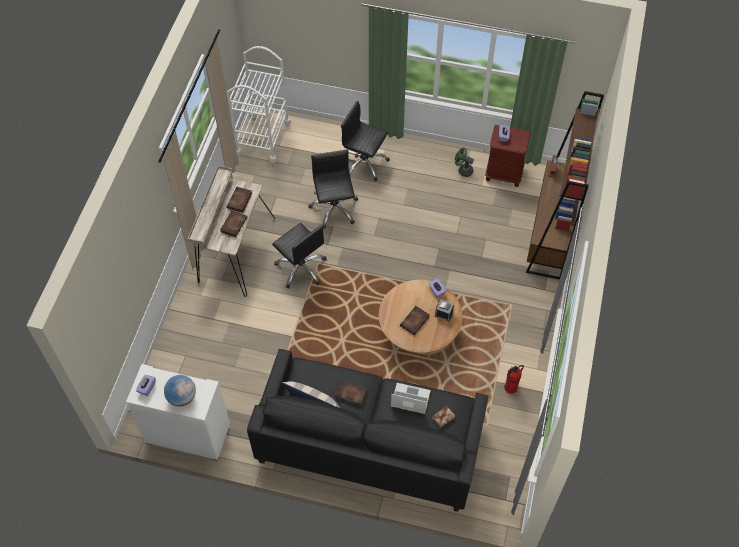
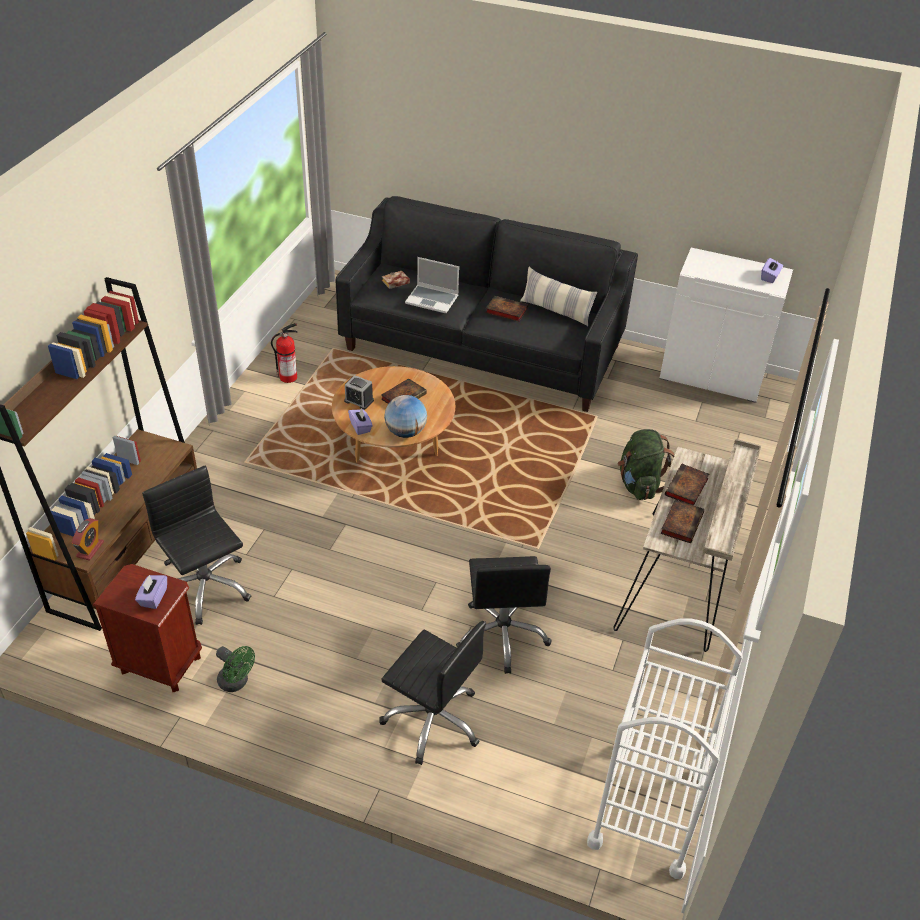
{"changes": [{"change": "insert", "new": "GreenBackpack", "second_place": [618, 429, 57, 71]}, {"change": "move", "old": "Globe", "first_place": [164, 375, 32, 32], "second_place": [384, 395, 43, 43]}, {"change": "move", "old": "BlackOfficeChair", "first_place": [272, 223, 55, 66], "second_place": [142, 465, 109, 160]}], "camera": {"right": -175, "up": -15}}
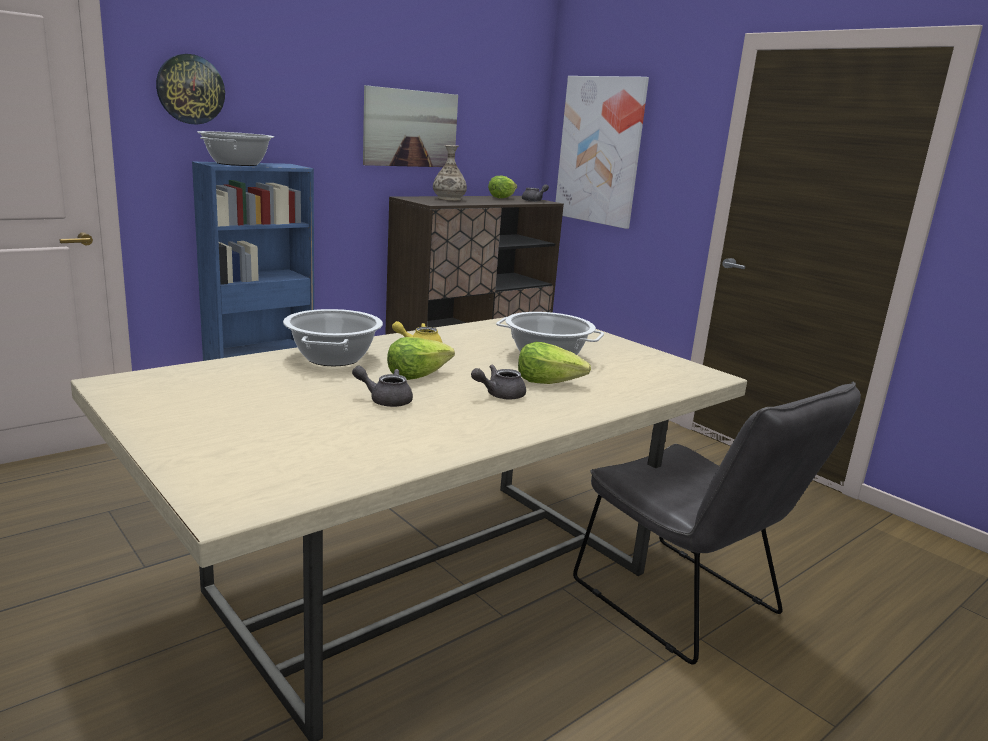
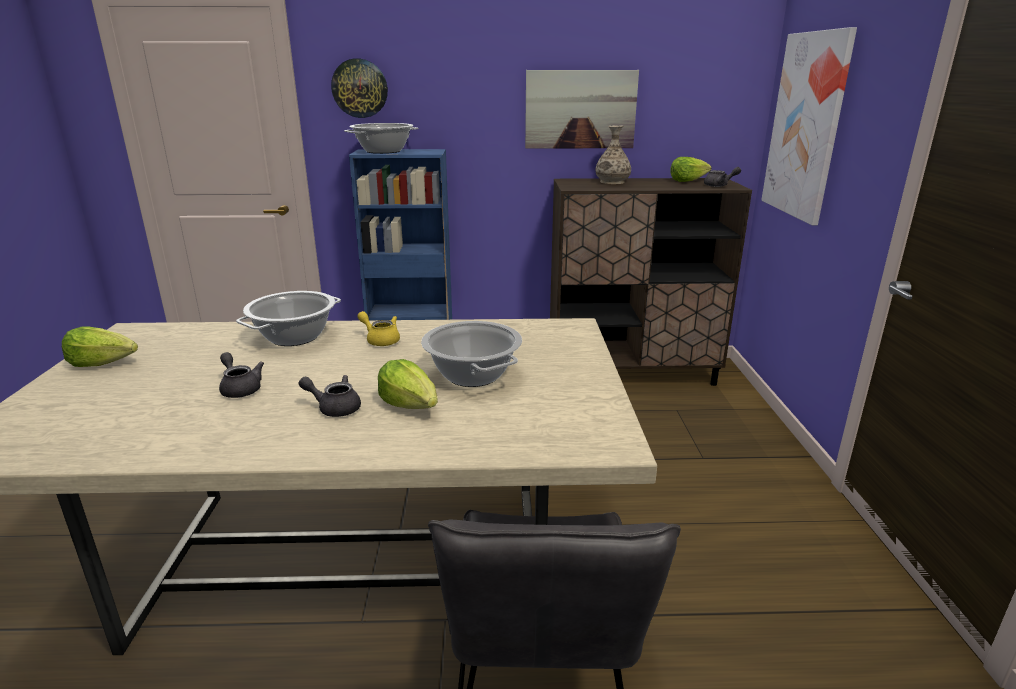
{"changes": [{"change": "move", "old": "Lettuce", "first_place": [387, 337, 68, 43], "second_place": [62, 327, 76, 40]}], "camera": {"right": 40, "up": 5}}
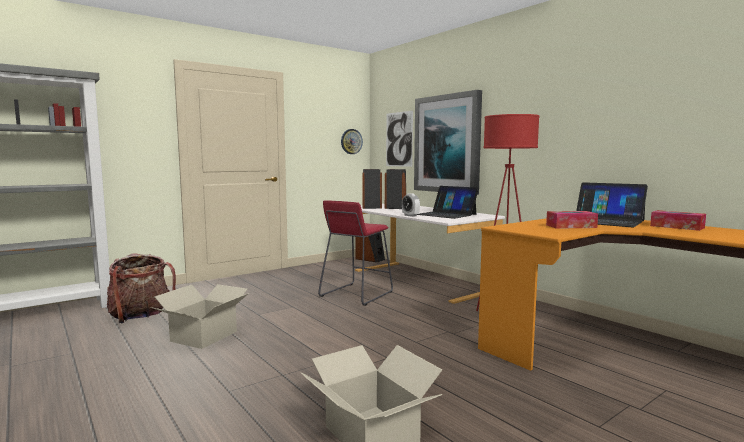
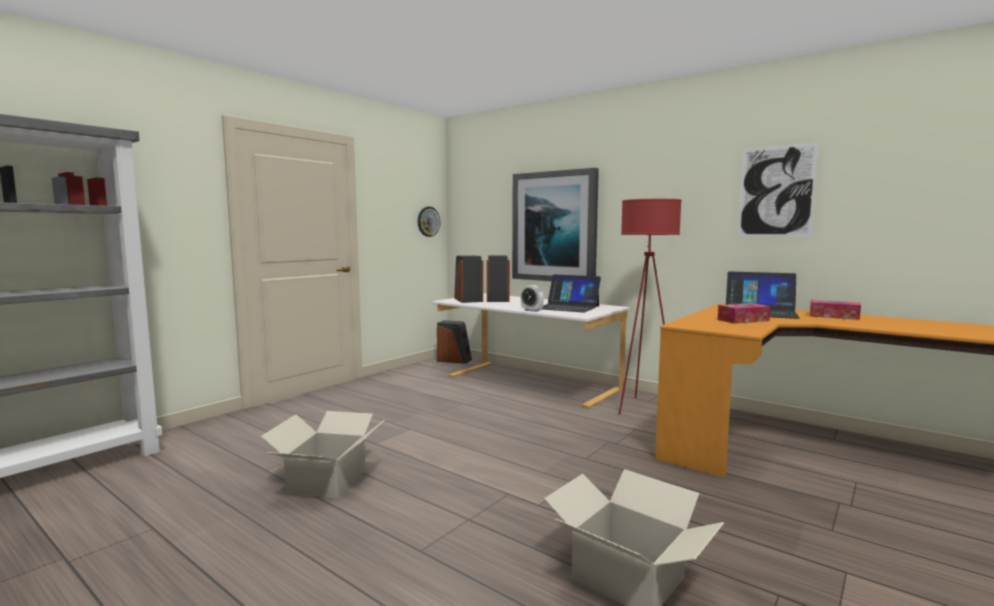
{"changes": [{"change": "delete", "old": "Backpack", "first_place": [107, 254, 69, 70]}, {"change": "delete", "old": "RedStool", "first_place": [318, 200, 75, 106]}, {"change": "move", "old": "Picture", "first_place": [386, 111, 27, 56], "second_place": [738, 143, 80, 93]}], "camera": {"right": -15, "up": 0}}
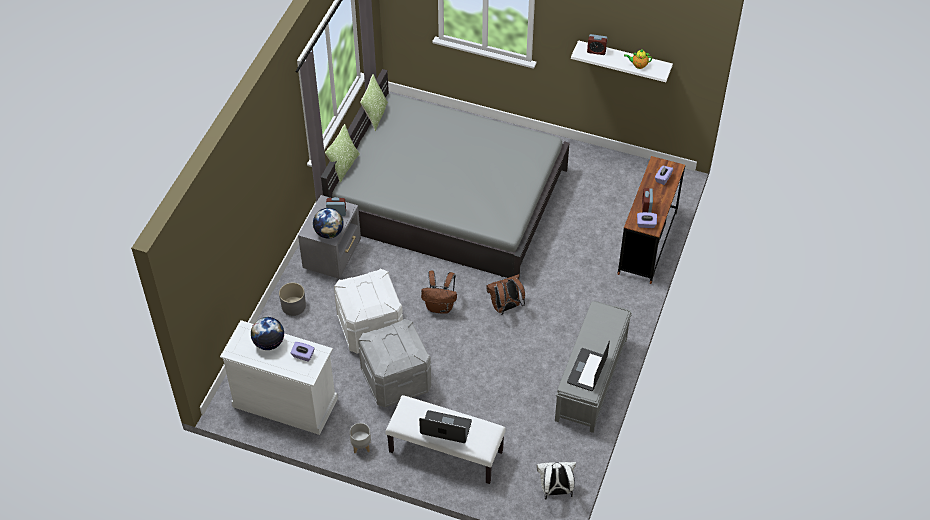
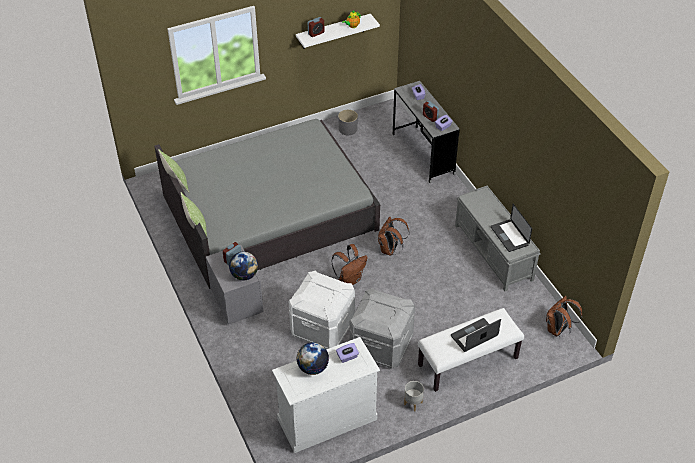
{"changes": [{"change": "move", "old": "GreyPlanter", "first_place": [279, 283, 27, 33], "second_place": [338, 110, 20, 25]}, {"change": "recolor", "old": "WhiteBackpack", "new": "BrownBackpack", "first_place": [537, 462, 39, 38], "second_place": [546, 296, 36, 41]}, {"change": "recolor", "old": "BrownDesk", "new": "GreyDesk", "first_place": [617, 156, 68, 128], "second_place": [393, 81, 67, 102]}], "camera": {"right": -45, "up": -5}}
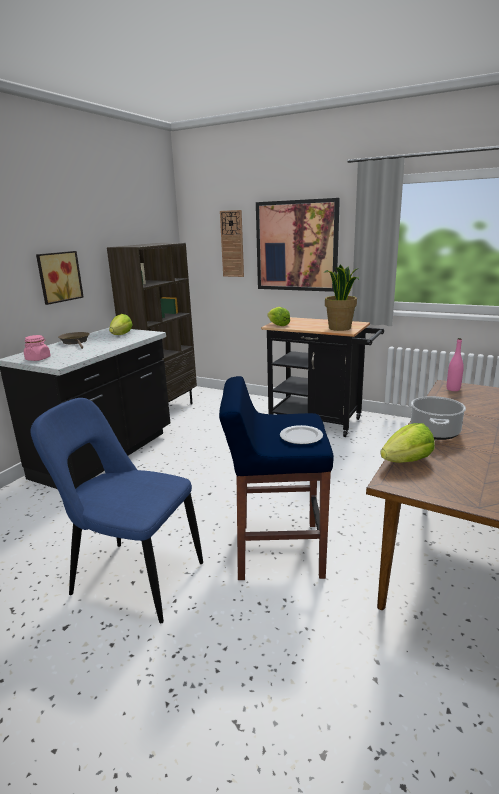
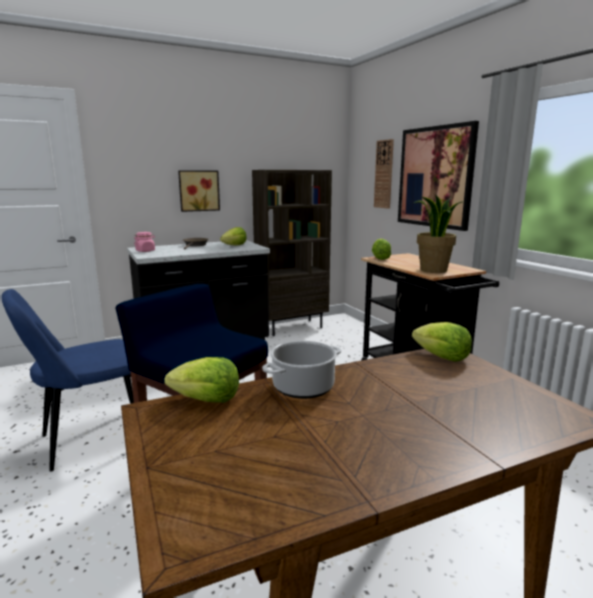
{"changes": [{"change": "delete", "old": "Plate", "first_place": [280, 425, 43, 19]}, {"change": "replace", "old": "PinkBottle", "new": "Lettuce", "first_place": [447, 338, 17, 53], "second_place": [412, 322, 60, 40]}, {"change": "rotate", "old": "BlueChair", "first_place": [30, 398, 173, 226], "second_place": [2, 289, 132, 183], "degrees": -90}], "camera": {"right": 35, "up": -5}}
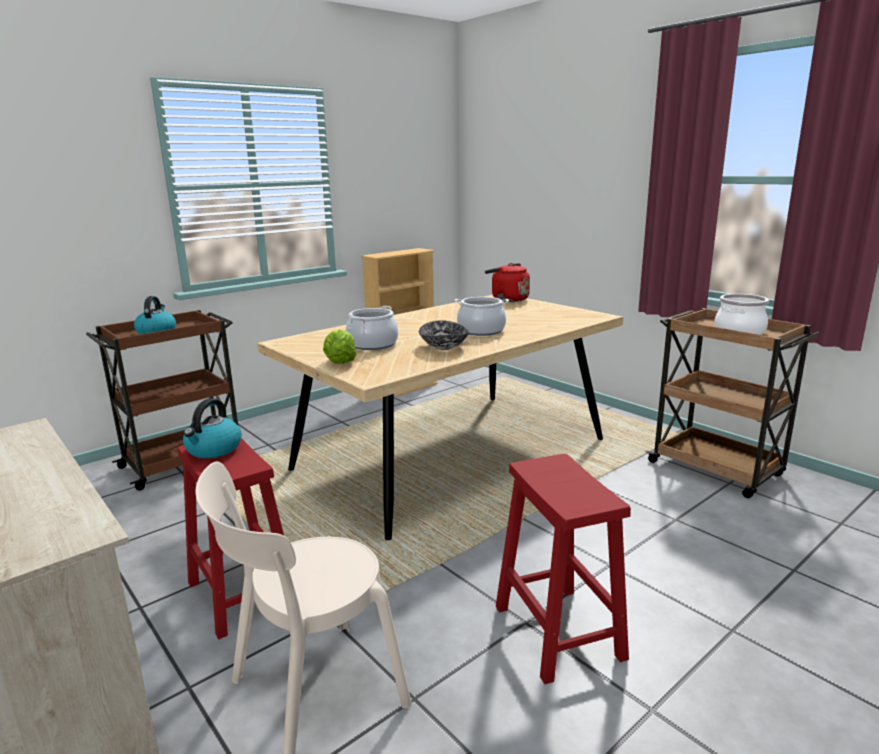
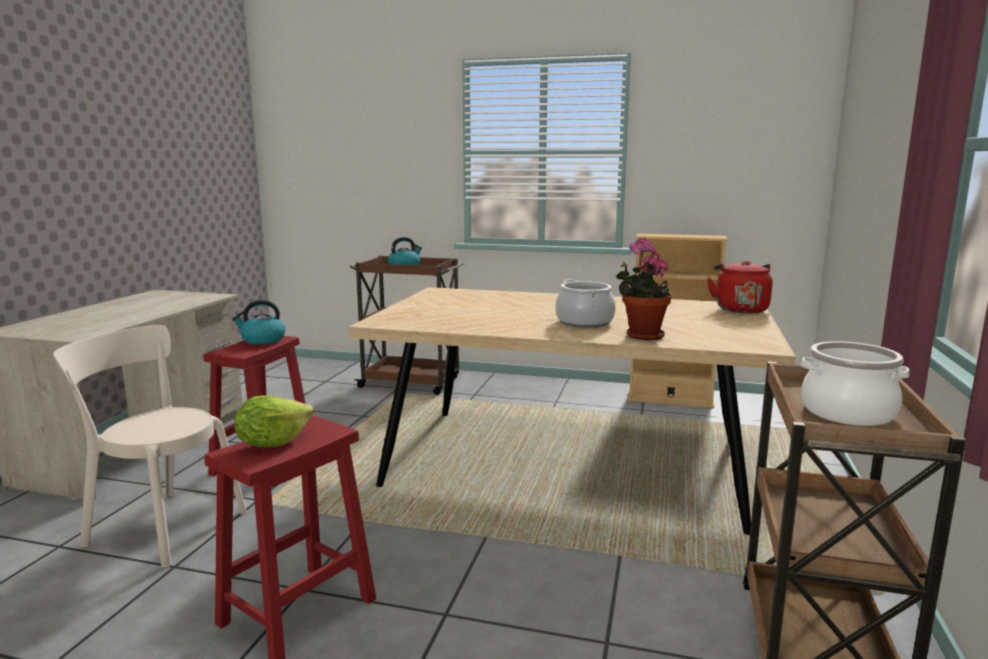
{"changes": [{"change": "delete", "old": "CookingPot", "first_place": [346, 306, 53, 44]}, {"change": "delete", "old": "Bowl", "first_place": [419, 320, 50, 30]}, {"change": "insert", "new": "PottedPlant", "second_place": [616, 238, 55, 102]}, {"change": "move", "old": "Lettuce", "first_place": [323, 329, 34, 35], "second_place": [234, 395, 80, 52]}], "camera": {"right": 55, "up": -5}}
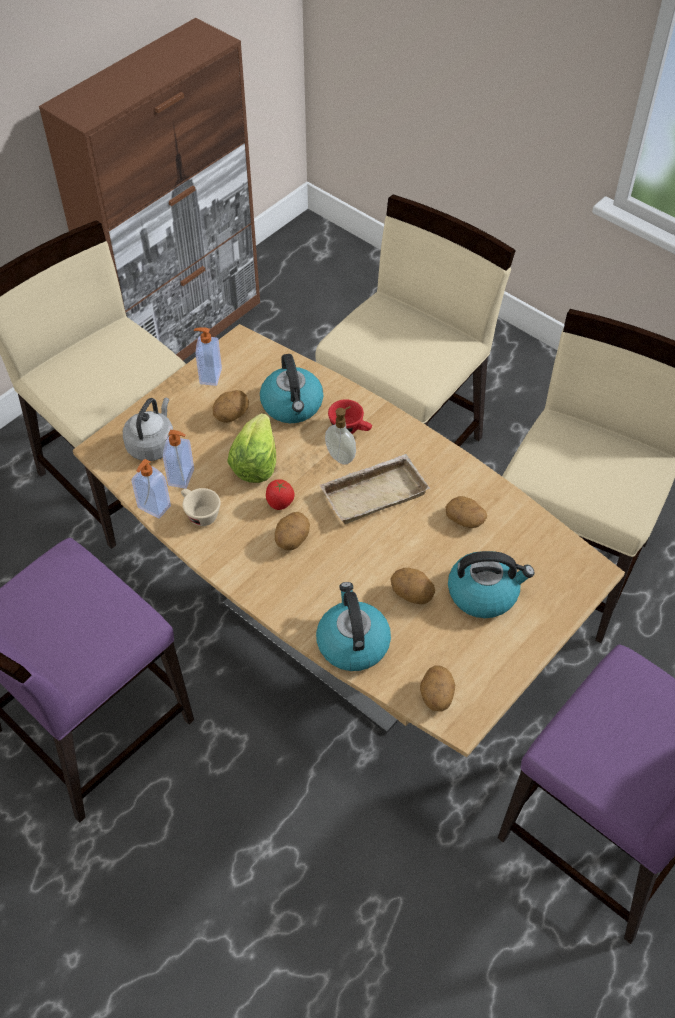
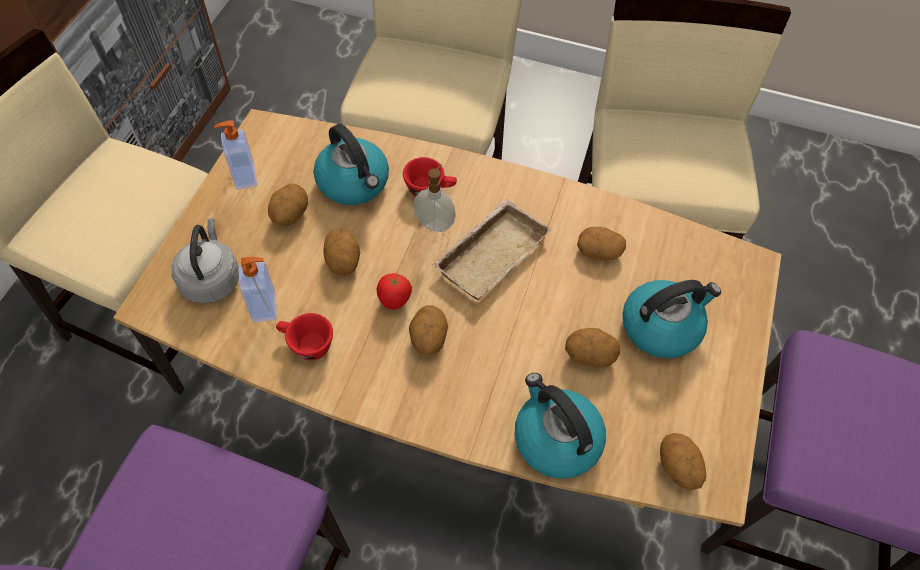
{"changes": [{"change": "delete", "old": "SoapDispenser", "first_place": [132, 459, 39, 60]}, {"change": "replace", "old": "Lettuce", "new": "Potato", "first_place": [227, 413, 49, 70], "second_place": [324, 229, 36, 47]}, {"change": "recolor", "old": "BeigeCup", "new": "RedCup", "first_place": [181, 488, 40, 38], "second_place": [276, 313, 57, 47]}], "camera": {"right": -25, "up": 5}}
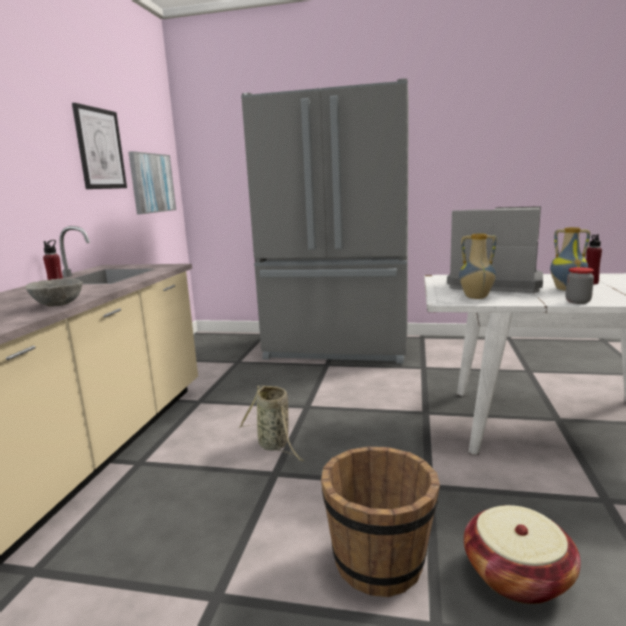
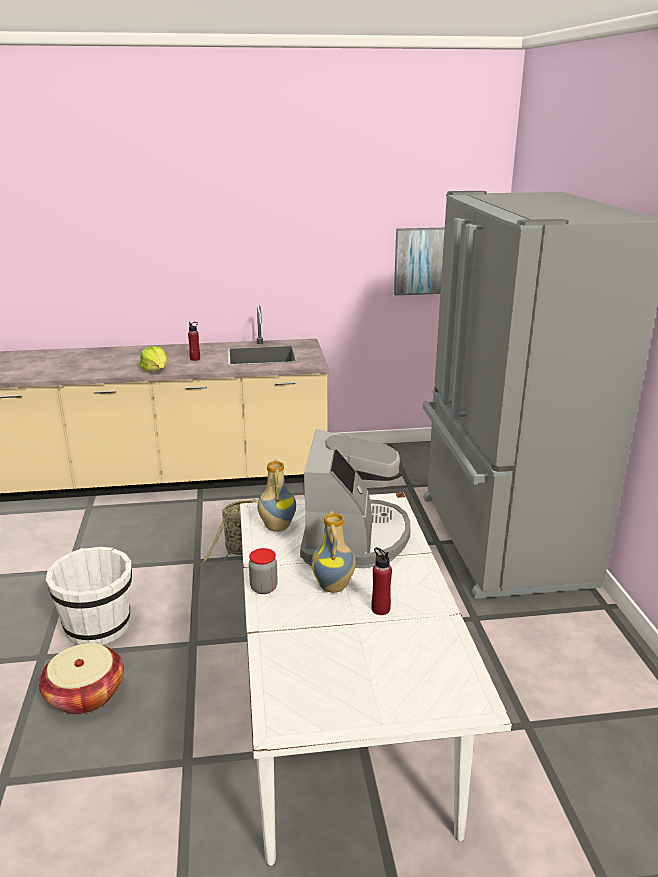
{"changes": [{"change": "delete", "old": "Picture", "first_place": [72, 103, 55, 86]}, {"change": "replace", "old": "GreyBowl", "new": "Lettuce", "first_place": [25, 278, 58, 29], "second_place": [140, 346, 28, 26]}, {"change": "recolor", "old": "BrownBucket", "new": "WhiteBucket", "first_place": [321, 446, 119, 151], "second_place": [46, 547, 86, 98]}], "camera": {"right": 70, "up": 10}}
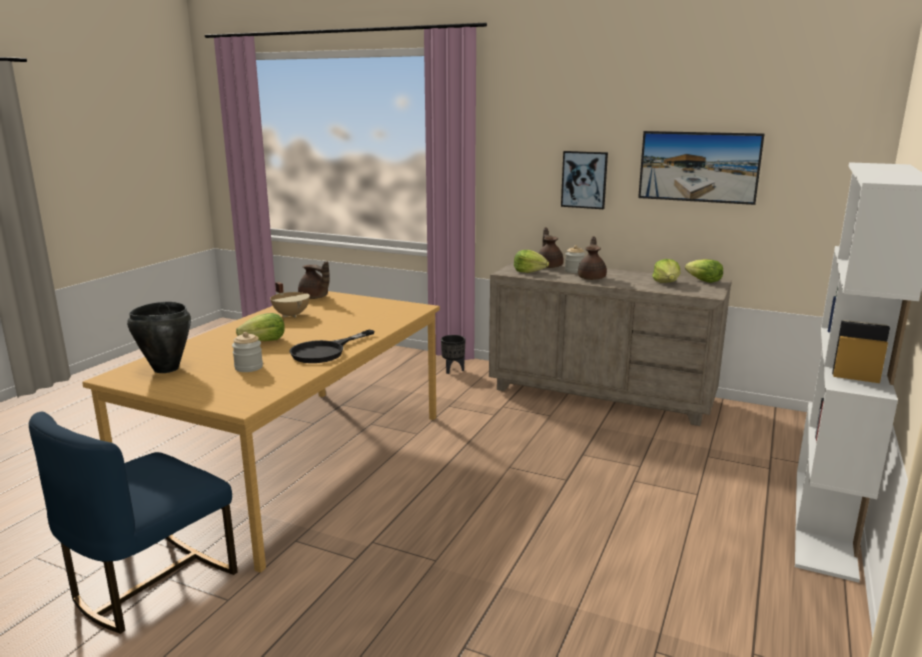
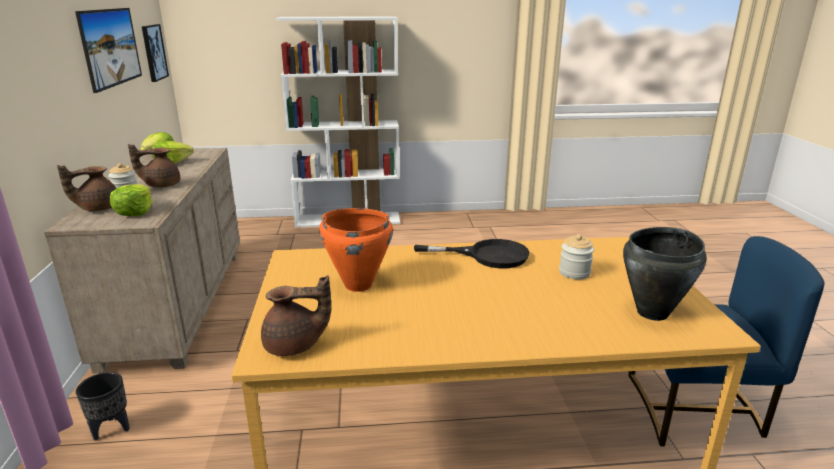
{"changes": [{"change": "delete", "old": "Lettuce", "first_place": [236, 313, 49, 28]}, {"change": "delete", "old": "BeigeCookingPot", "first_place": [270, 282, 40, 36]}, {"change": "insert", "new": "OrangeCookingPot", "second_place": [319, 208, 74, 84]}, {"change": "move", "old": "Picture", "first_place": [561, 151, 47, 58], "second_place": [142, 24, 27, 58]}, {"change": "rotate", "old": "BrownTeapot", "first_place": [298, 261, 32, 38], "second_place": [261, 275, 70, 81], "degrees": 75}], "camera": {"right": -120, "up": 5}}
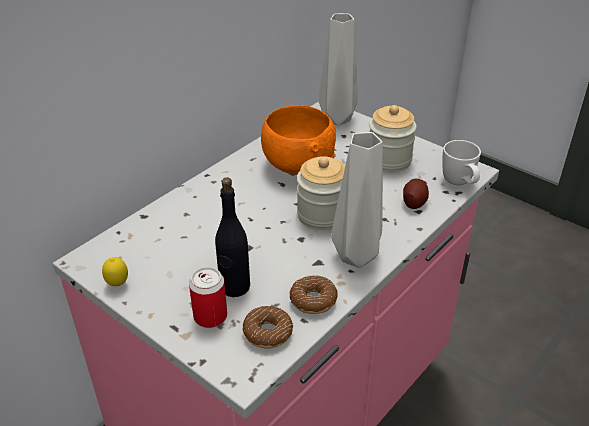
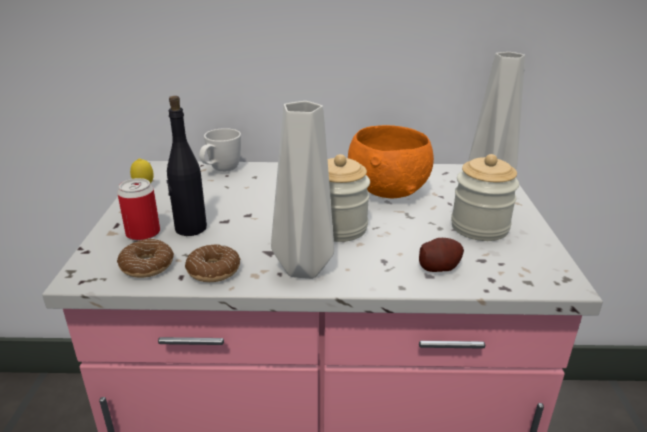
{"changes": [{"change": "move", "old": "WhiteMug", "first_place": [442, 140, 39, 45], "second_place": [199, 128, 42, 44]}], "camera": {"right": 50, "up": -10}}
